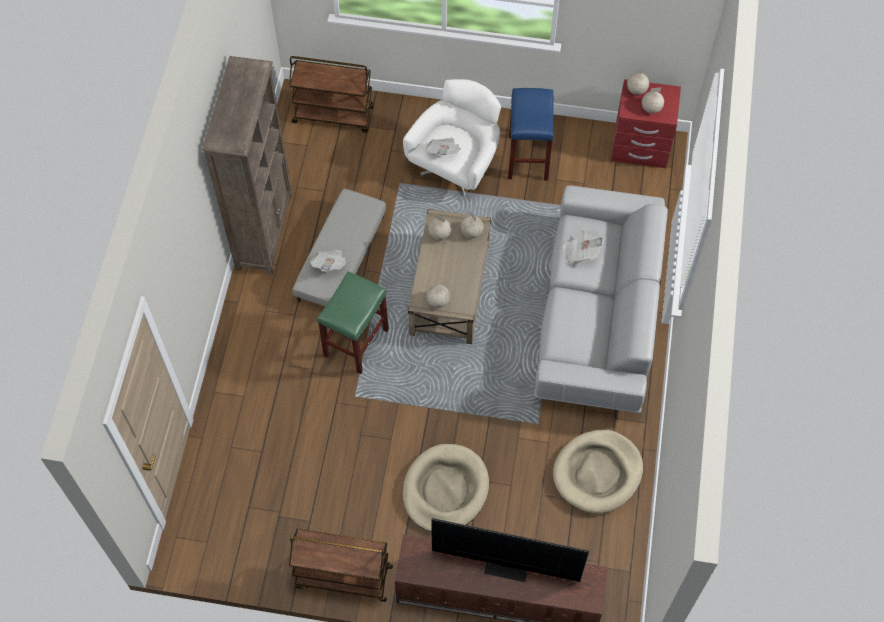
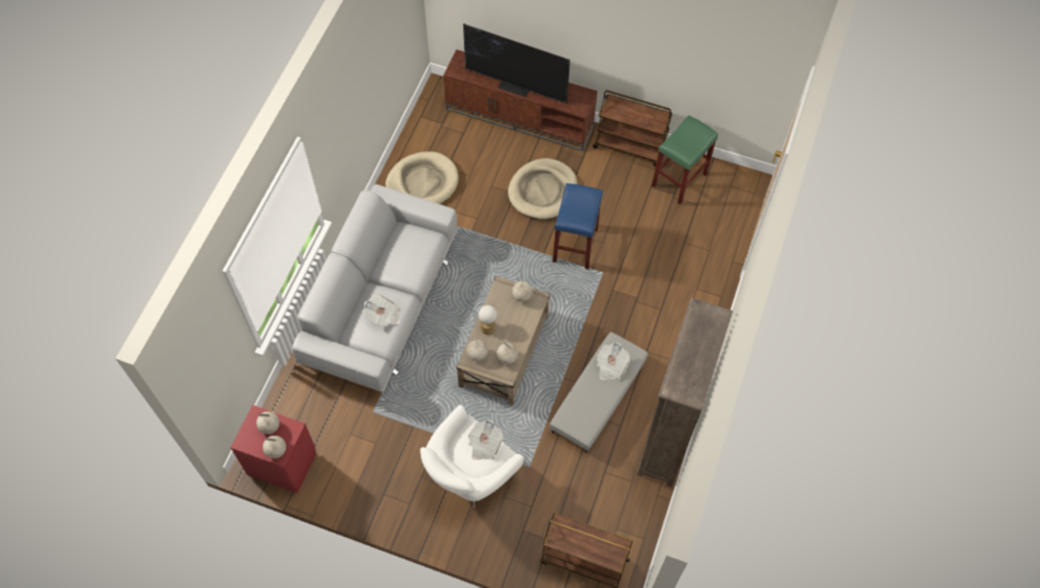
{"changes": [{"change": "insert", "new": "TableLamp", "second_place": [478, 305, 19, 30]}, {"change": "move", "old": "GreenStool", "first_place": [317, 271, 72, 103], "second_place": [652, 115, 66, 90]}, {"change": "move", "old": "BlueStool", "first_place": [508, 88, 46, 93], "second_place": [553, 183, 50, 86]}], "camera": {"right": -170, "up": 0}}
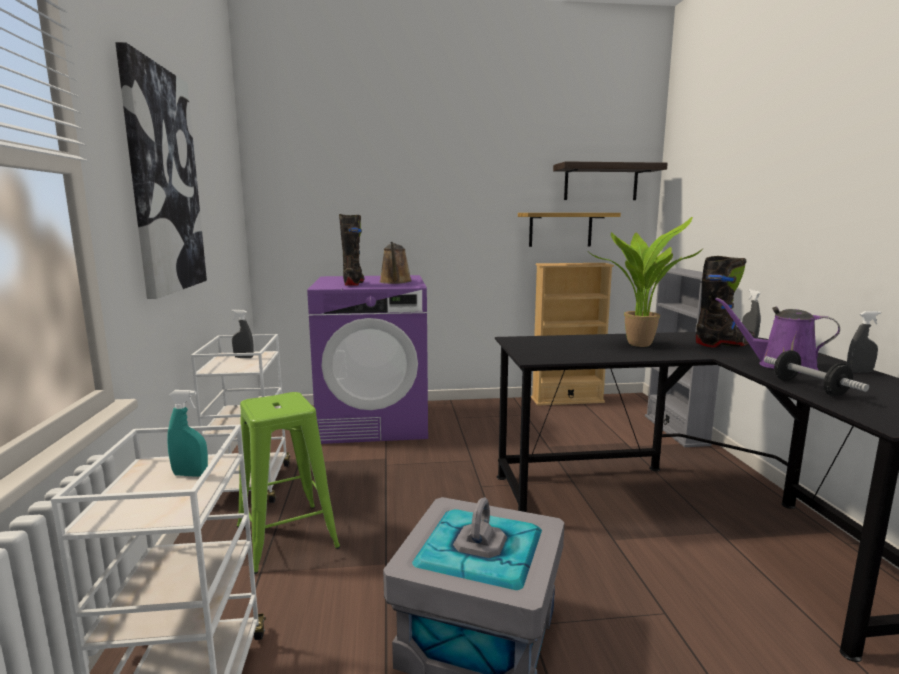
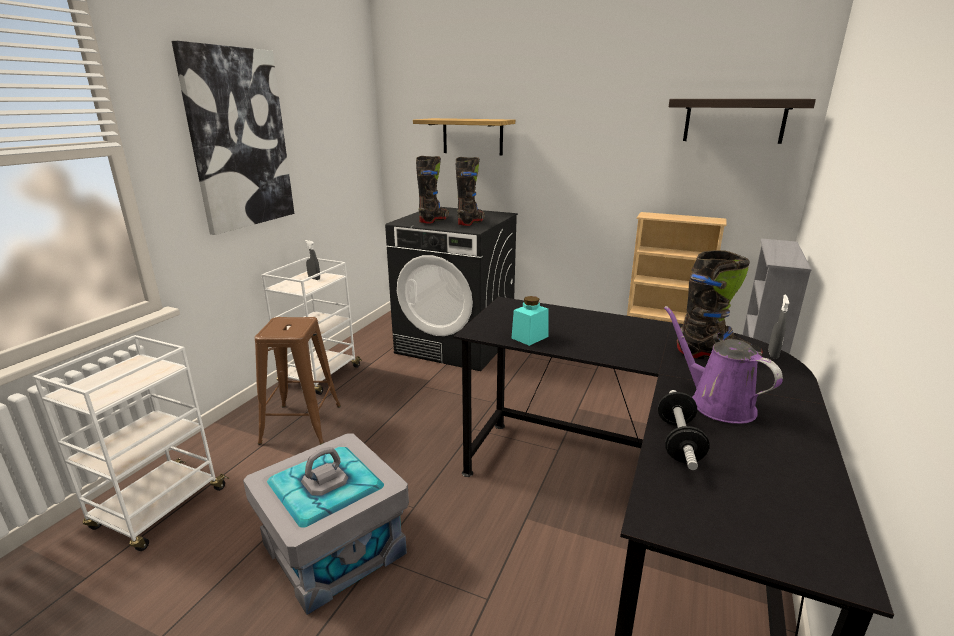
{"changes": [{"change": "delete", "old": "TurquoiseSprayBottle", "first_place": [167, 390, 41, 87]}, {"change": "delete", "old": "PottedPlant", "first_place": [589, 217, 114, 130]}, {"change": "delete", "old": "GreySprayBottle", "first_place": [847, 311, 34, 62]}, {"change": "insert", "new": "TurquoiseJar", "second_place": [511, 296, 38, 50]}, {"change": "move", "old": "Shelf", "first_place": [518, 213, 103, 34], "second_place": [413, 118, 102, 38]}, {"change": "replace", "old": "BrownWateringCan", "new": "BlackBoot", "first_place": [379, 242, 33, 42], "second_place": [456, 157, 29, 69]}, {"change": "recolor", "old": "GreenStool", "new": "BrownStool", "first_place": [237, 392, 103, 182], "second_place": [255, 317, 86, 128]}, {"change": "recolor", "old": "PurpleWashingMachine", "new": "BlackWashingMachine", "first_place": [307, 275, 121, 169], "second_place": [385, 207, 133, 164]}], "camera": {"right": 30, "up": 10}}
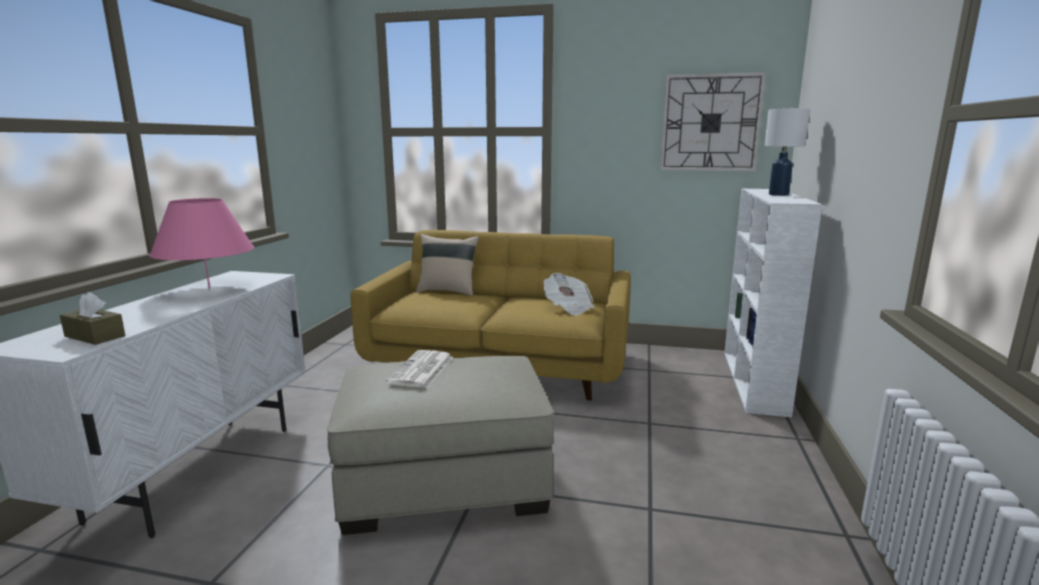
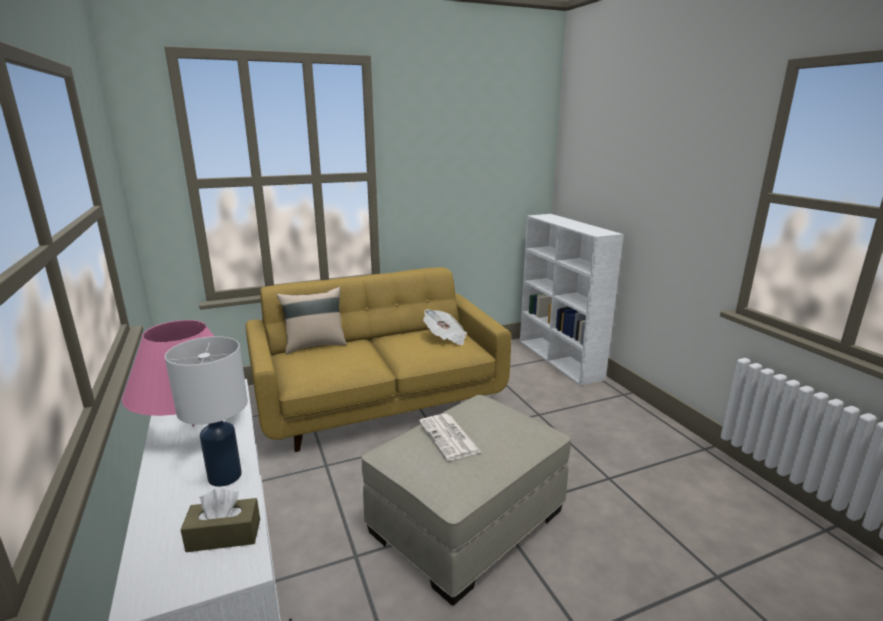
{"changes": [{"change": "delete", "old": "WallClock", "first_place": [660, 72, 106, 99]}, {"change": "move", "old": "WhiteTableLamp", "first_place": [764, 108, 46, 88], "second_place": [165, 336, 83, 151]}], "camera": {"right": -35, "up": 5}}
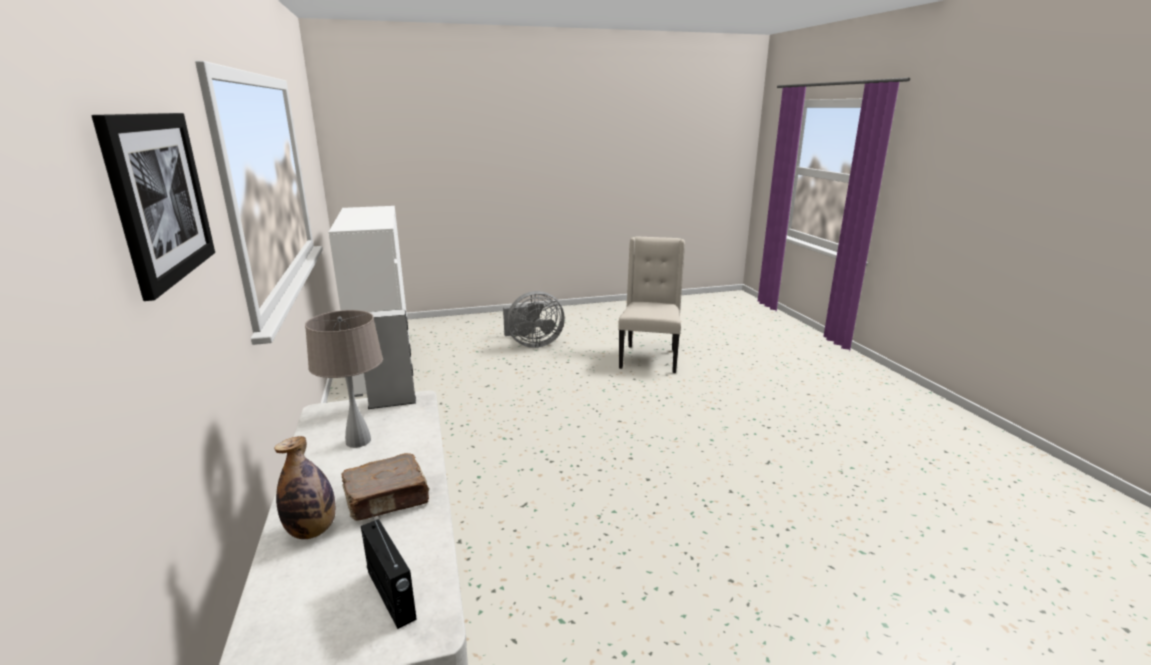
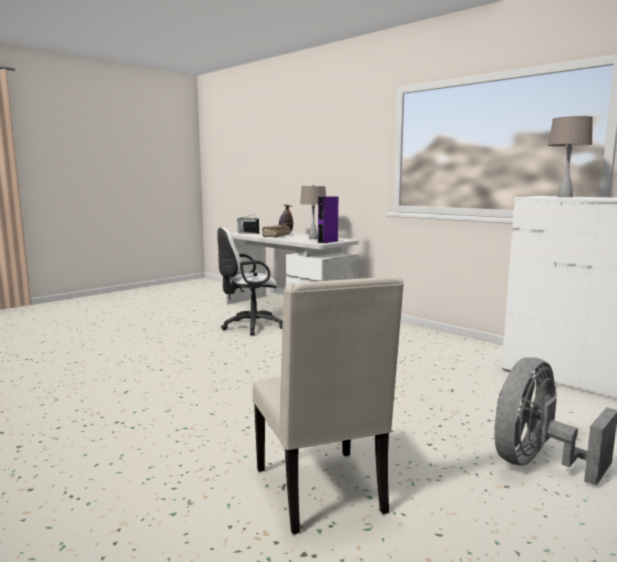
{"changes": [{"change": "delete", "old": "Picture", "first_place": [92, 113, 123, 188]}, {"change": "insert", "new": "WhiteOfficeChair", "second_place": [217, 227, 66, 108]}, {"change": "insert", "new": "BeigeTableLamp", "second_place": [548, 116, 45, 81]}, {"change": "recolor", "old": "GreySpeaker", "new": "PurpleSpeaker", "first_place": [364, 309, 52, 100], "second_place": [318, 196, 20, 47]}], "camera": {"right": 150, "up": -10}}
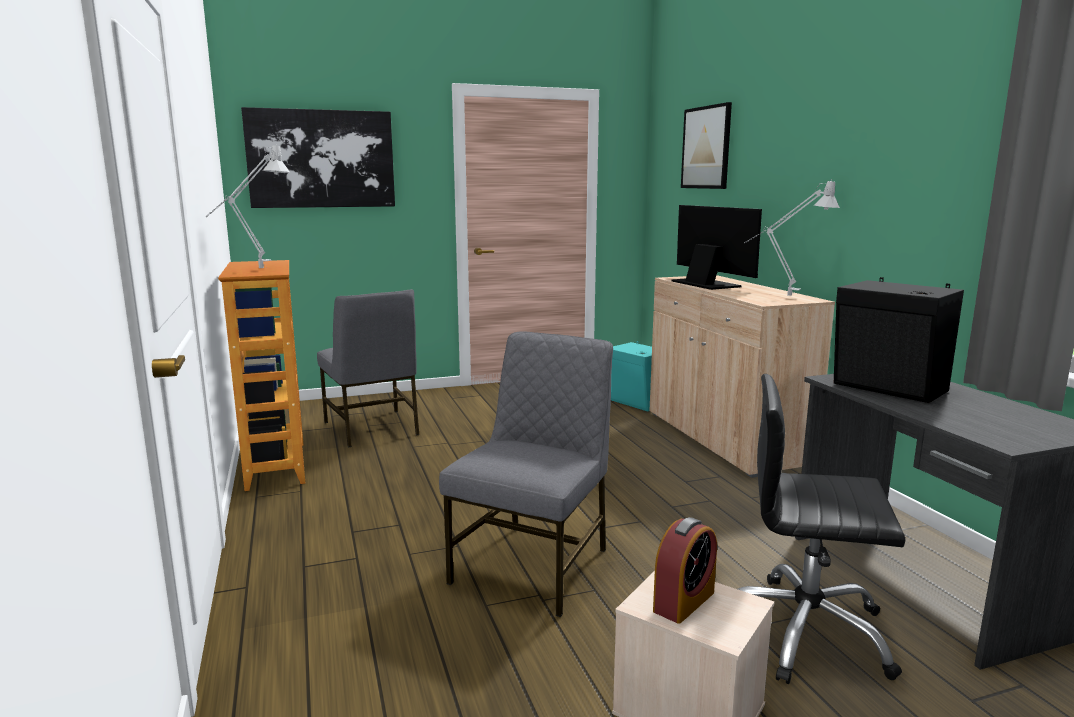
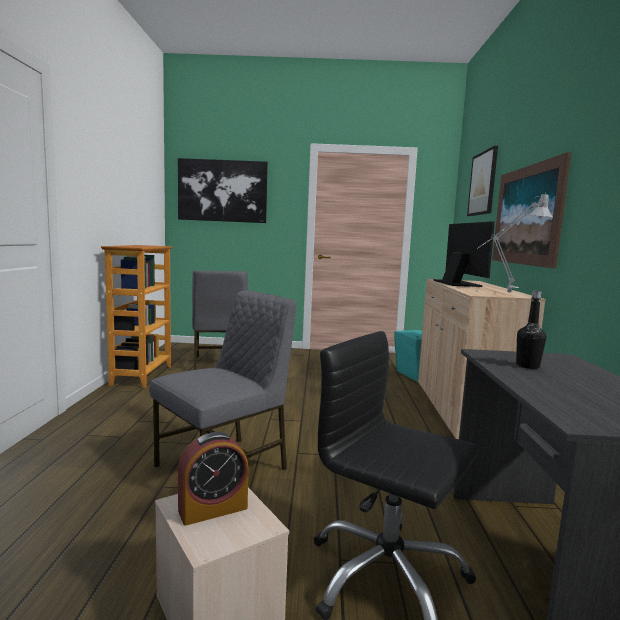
{"changes": [{"change": "delete", "old": "GreyTableLamp", "first_place": [206, 145, 84, 123]}, {"change": "insert", "new": "Picture", "second_place": [492, 152, 79, 117]}, {"change": "replace", "old": "BlackSpeaker", "new": "BlackBottle", "first_place": [834, 277, 130, 126], "second_place": [516, 290, 30, 79]}], "camera": {"right": 20, "up": -5}}
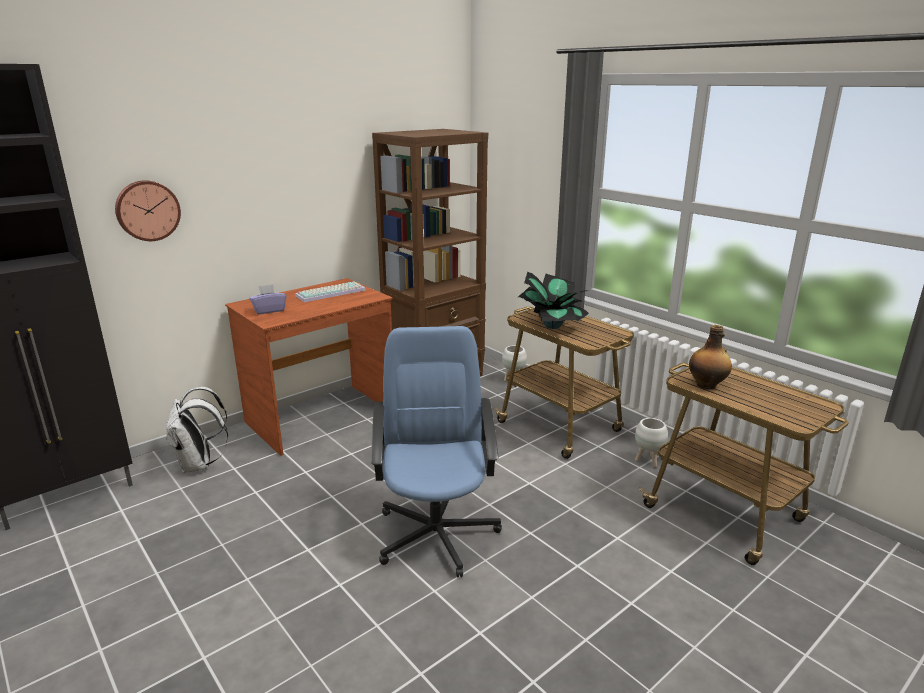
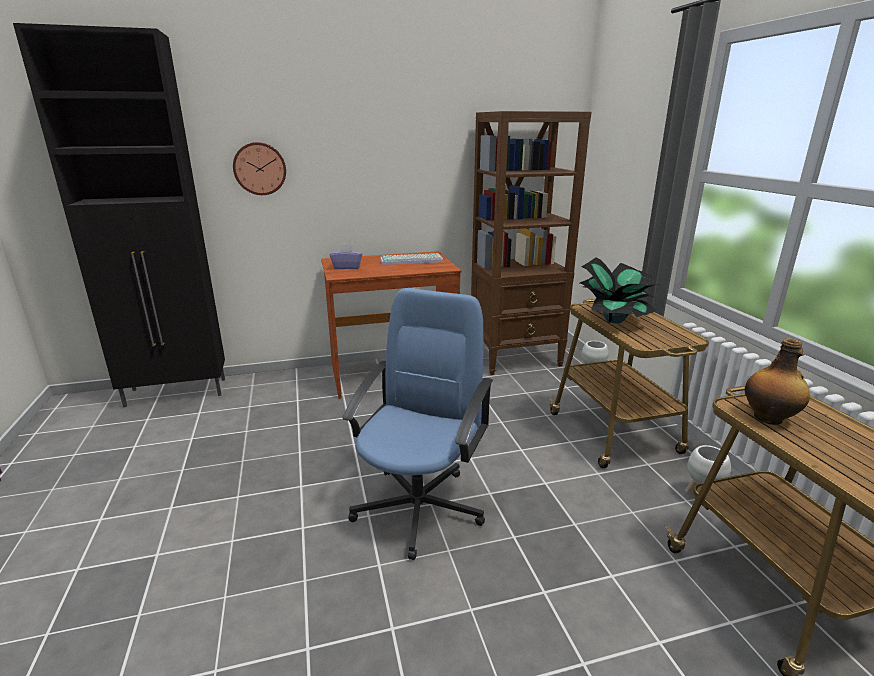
{"changes": [{"change": "delete", "old": "WhiteBackpack", "first_place": [166, 387, 62, 86]}], "camera": {"right": 25, "up": 0}}
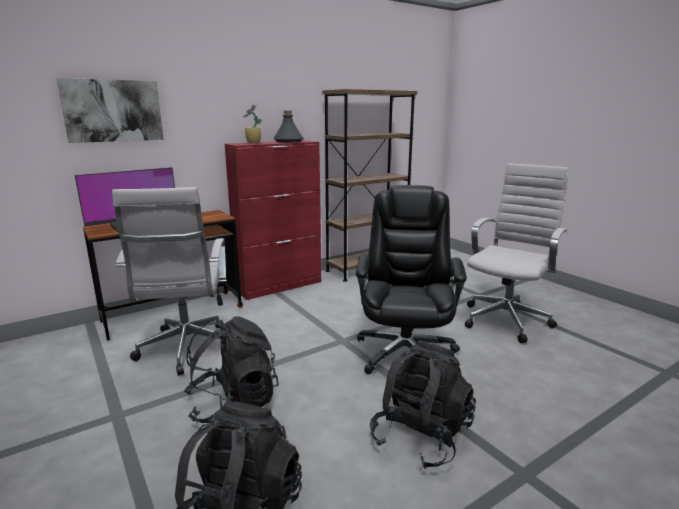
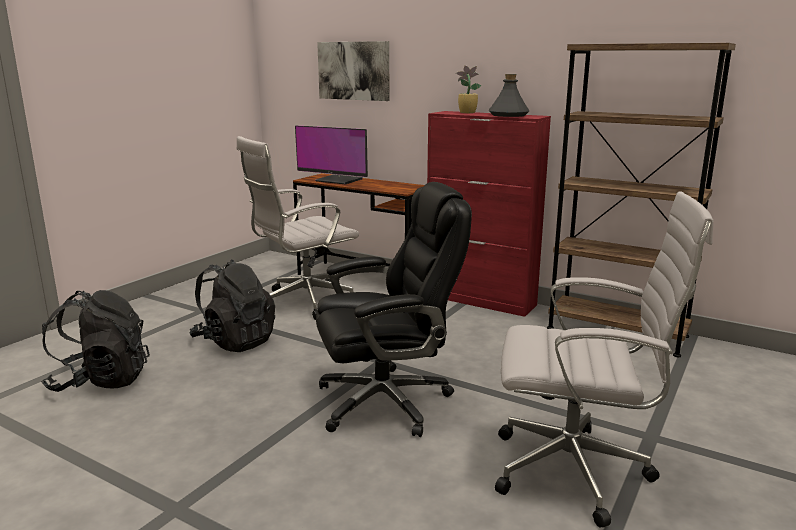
{"changes": [{"change": "delete", "old": "BlackBackpack", "first_place": [370, 340, 106, 129]}], "camera": {"right": 65, "up": 0}}
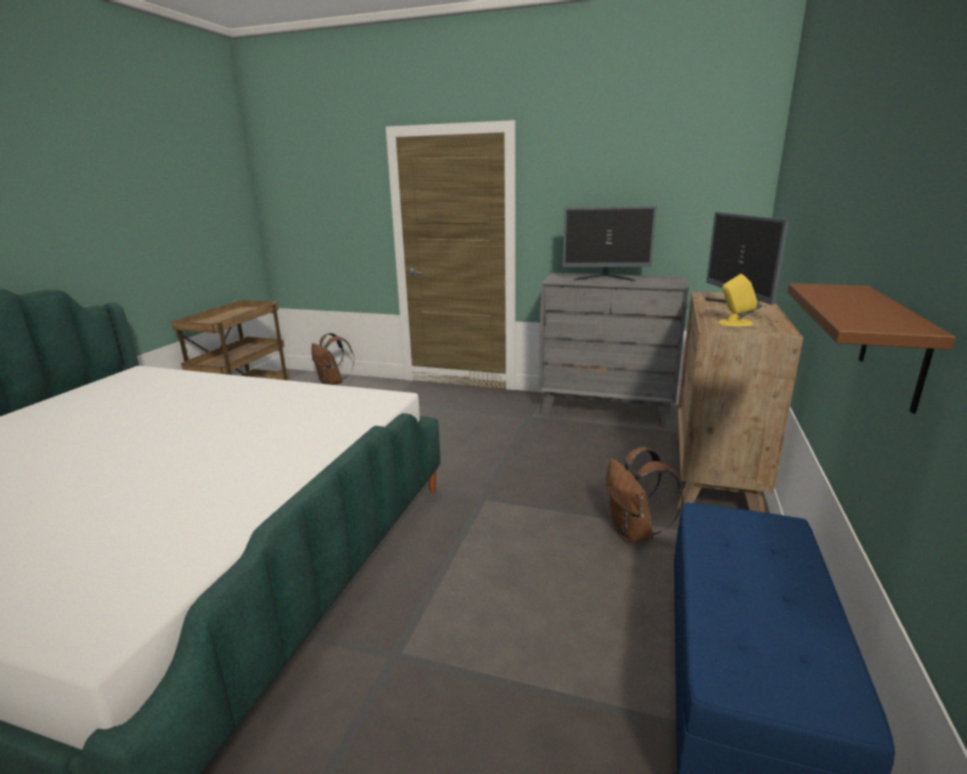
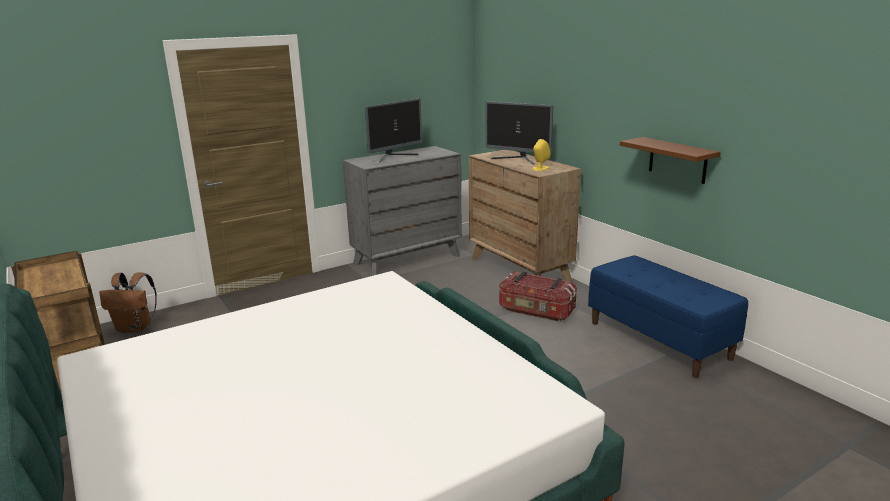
{"changes": [{"change": "replace", "old": "BrownBackpack", "new": "StorageBox", "first_place": [606, 447, 77, 95], "second_place": [499, 271, 78, 50]}], "camera": {"right": -50, "up": 0}}
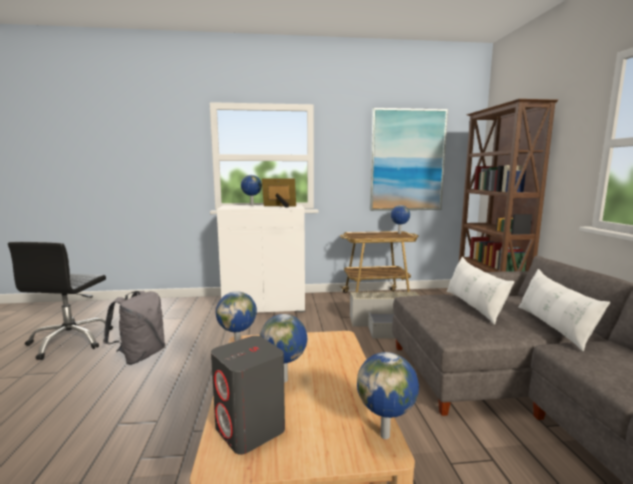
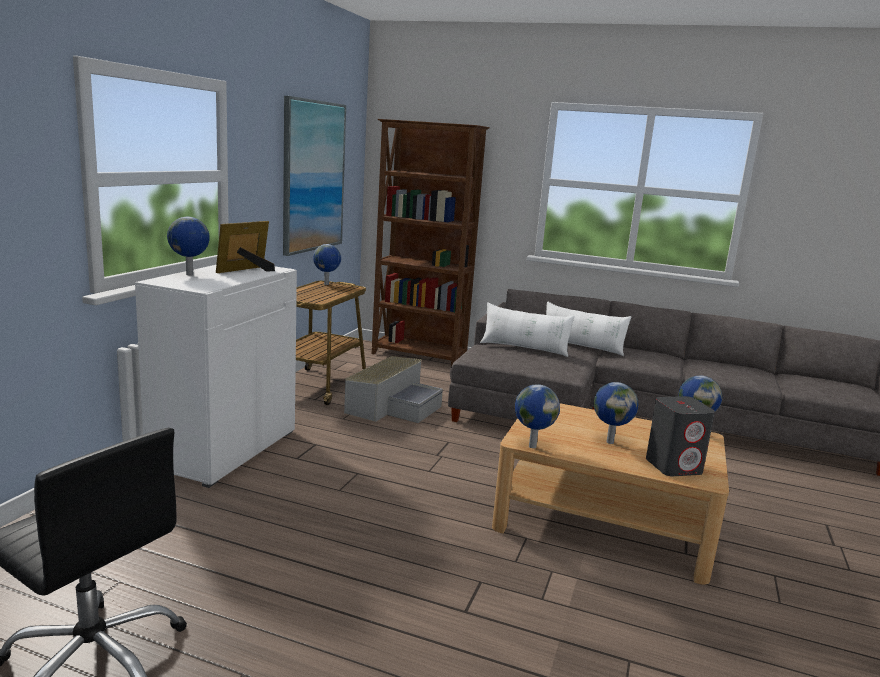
{"changes": [{"change": "delete", "old": "GreyBackpack", "first_place": [103, 291, 62, 74]}], "camera": {"right": -65, "up": 5}}
